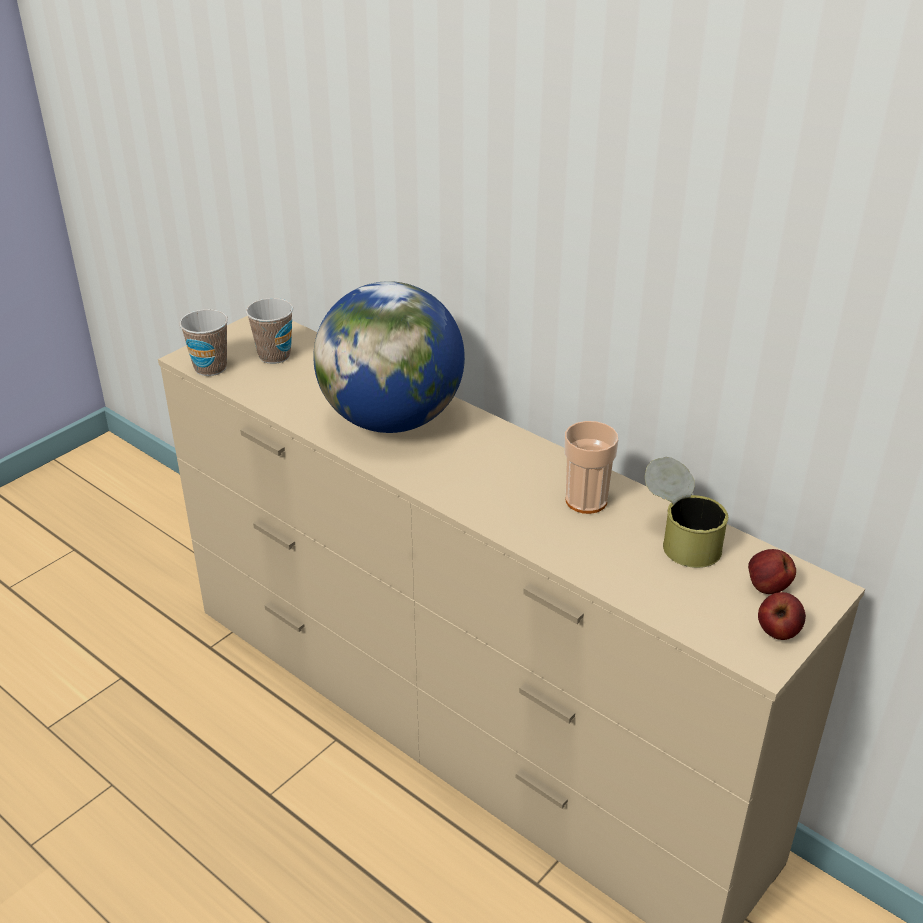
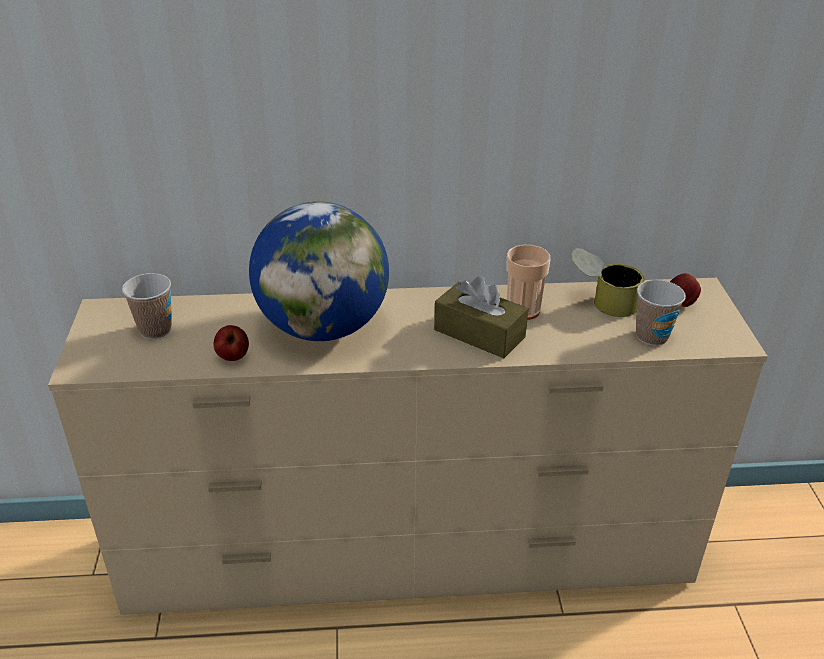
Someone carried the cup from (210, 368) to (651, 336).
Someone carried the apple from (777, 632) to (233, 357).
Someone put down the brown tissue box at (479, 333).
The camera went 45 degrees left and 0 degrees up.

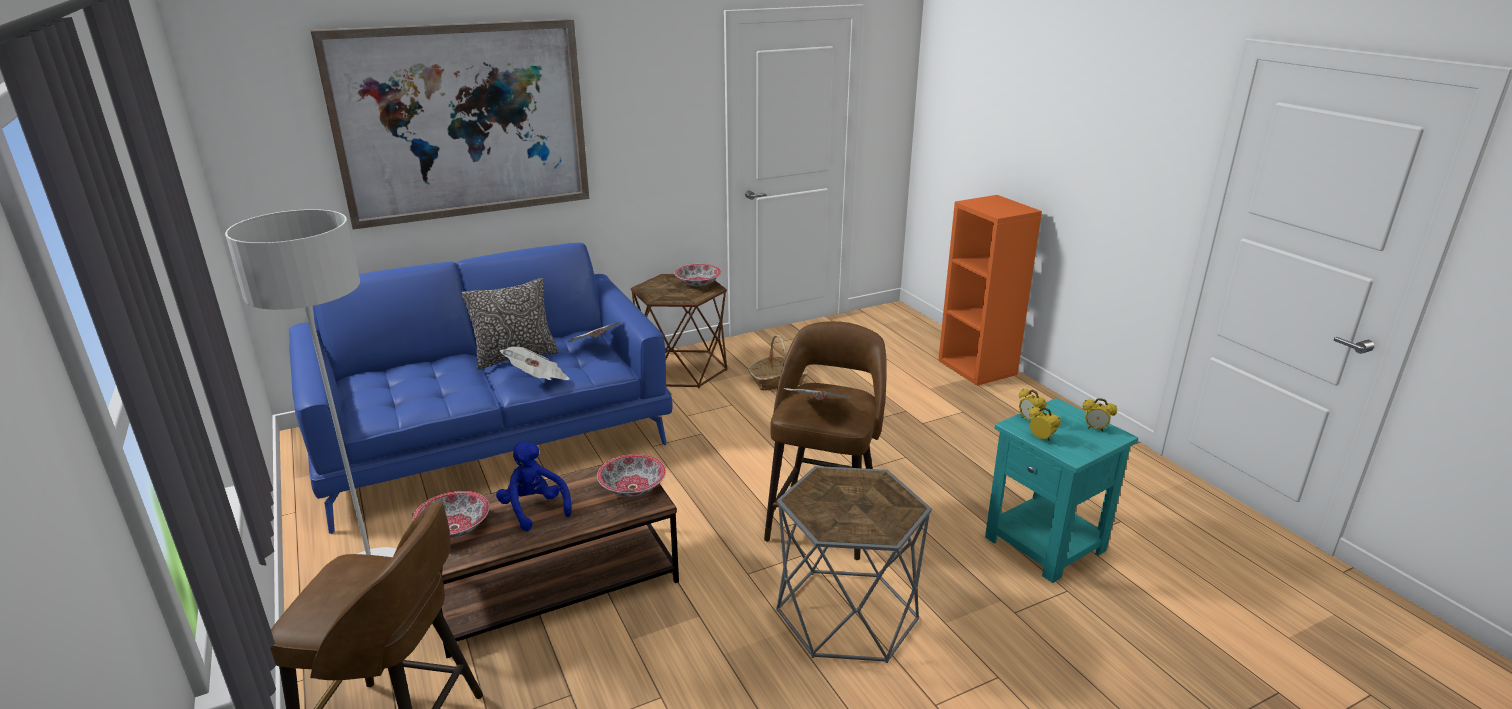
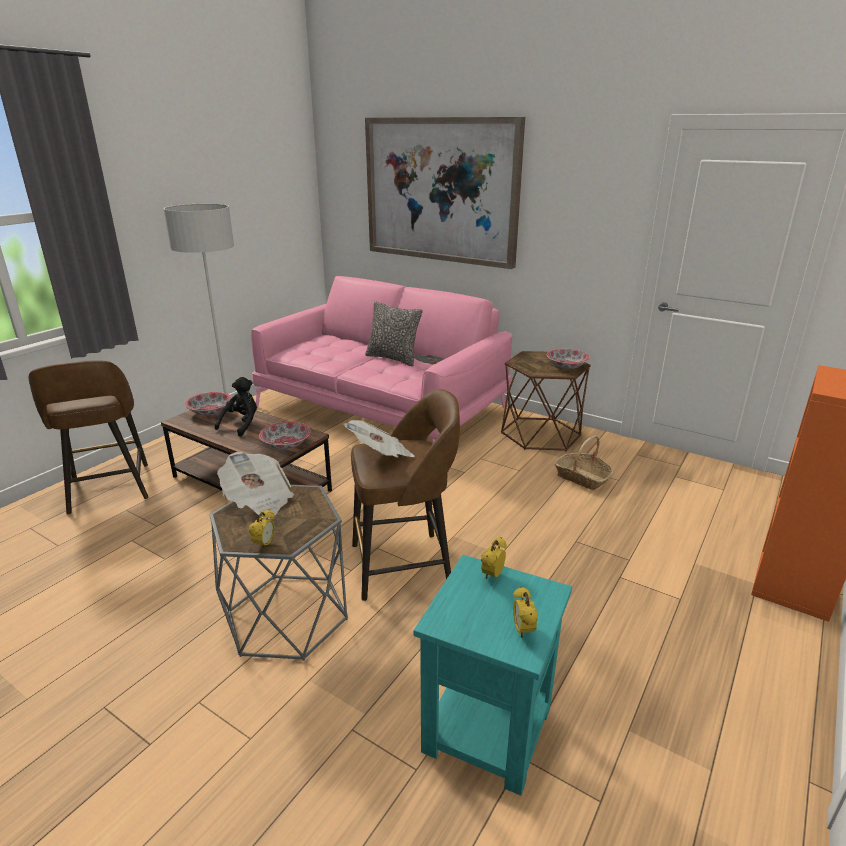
Someone repainted the blue sofa at (493, 435), which became the pink sofa at (382, 408).
Someone carried the newspaper from (538, 379) to (258, 500).
Someone carried the alarm clock from (1041, 438) to (264, 544).
Someone repainted the blue plush toy at (534, 509), which became the black plush toy at (241, 425).
The camera went 60 degrees right and 0 degrees up.

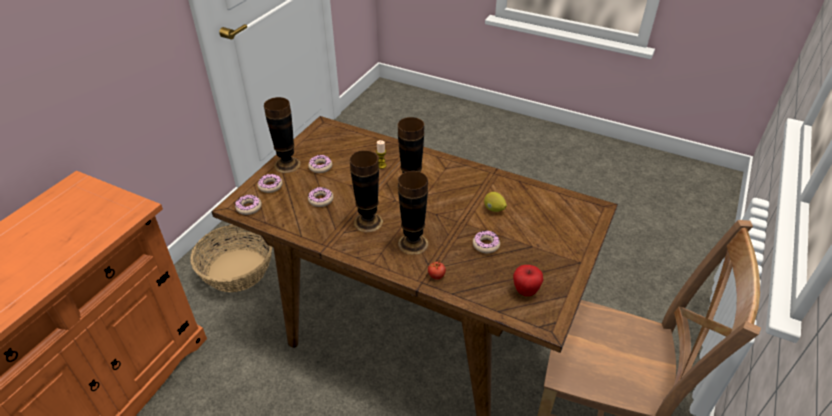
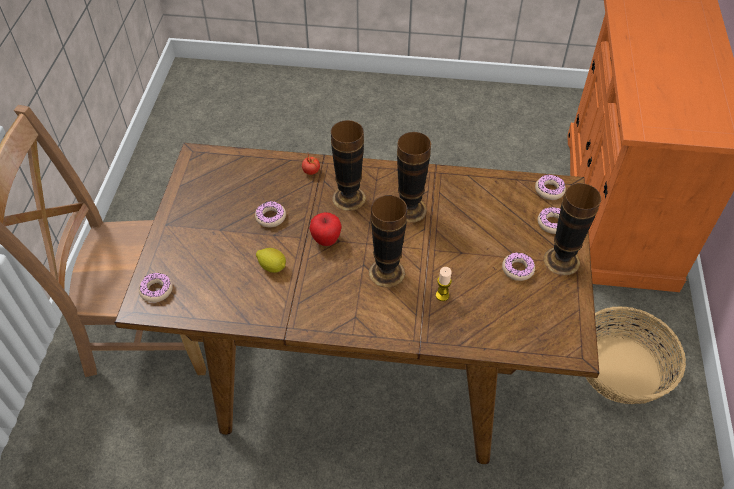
Someone carried the donut from (321, 200) to (156, 290).
Someone carried the apple from (525, 291) to (326, 240).
The camera went 160 degrees right and 10 degrees up.

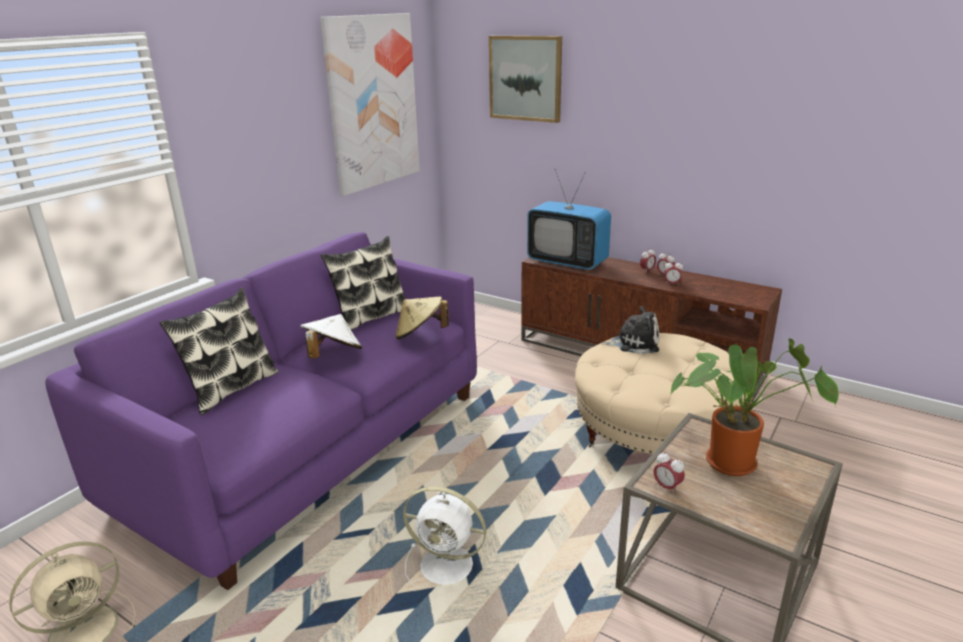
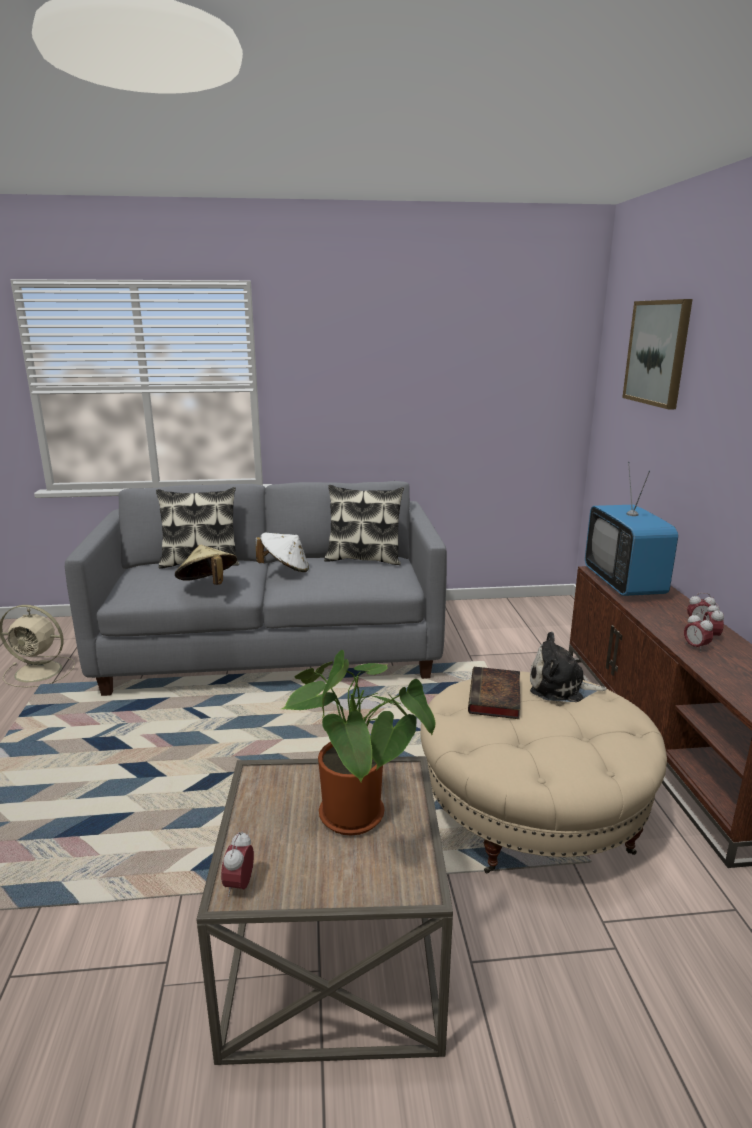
Someone took away the picture at (372, 102).
Someone repainted the purple sofa at (310, 449), which became the grey sofa at (273, 650).
Someone carried the beige hat from (420, 335) to (208, 585).
Someone rotated the plush toy at (634, 343) by 135 degrees clockwise.
Someone carried the alarm clock from (667, 487) to (239, 885).
Someone took away the white fan at (449, 566).
Someone put down the book at (495, 698).
The camera went 50 degrees right and 5 degrees down.

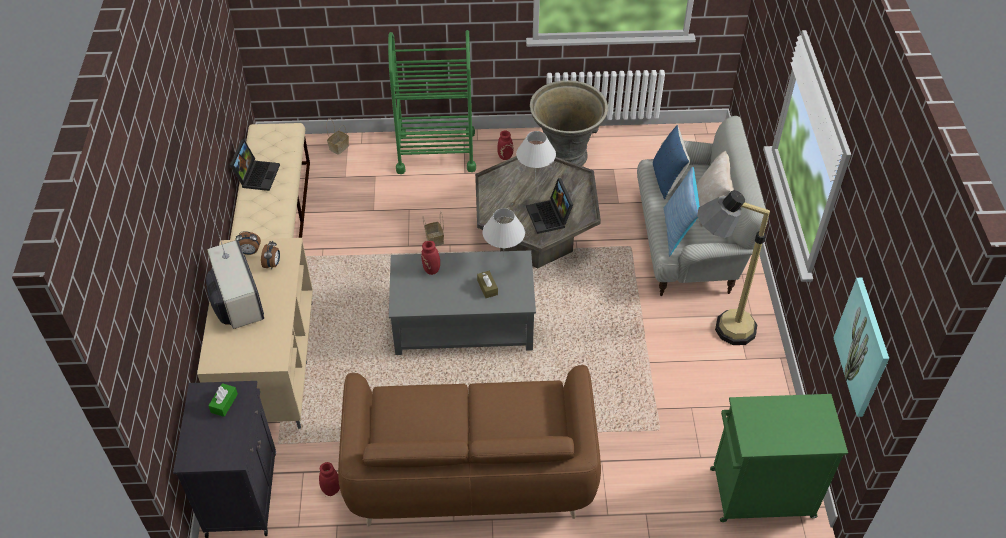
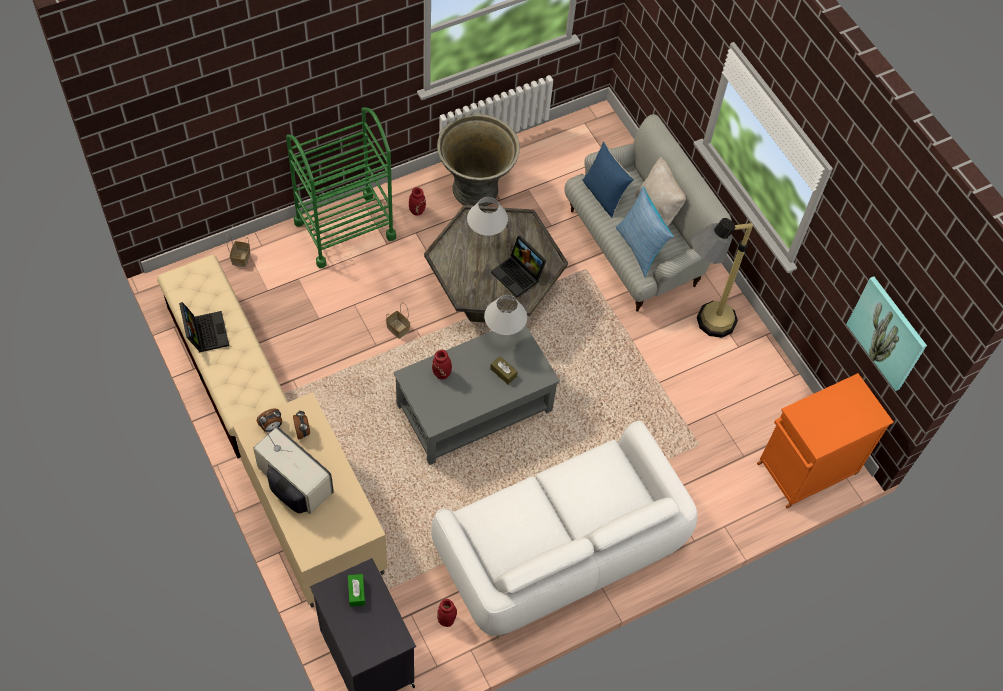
Someone repainted the brown sofa at (470, 471), which became the white sofa at (559, 550).
Someone repainted the green cabinet at (759, 493), which became the orange cabinet at (805, 470).
The camera went 30 degrees left and 10 degrees up.

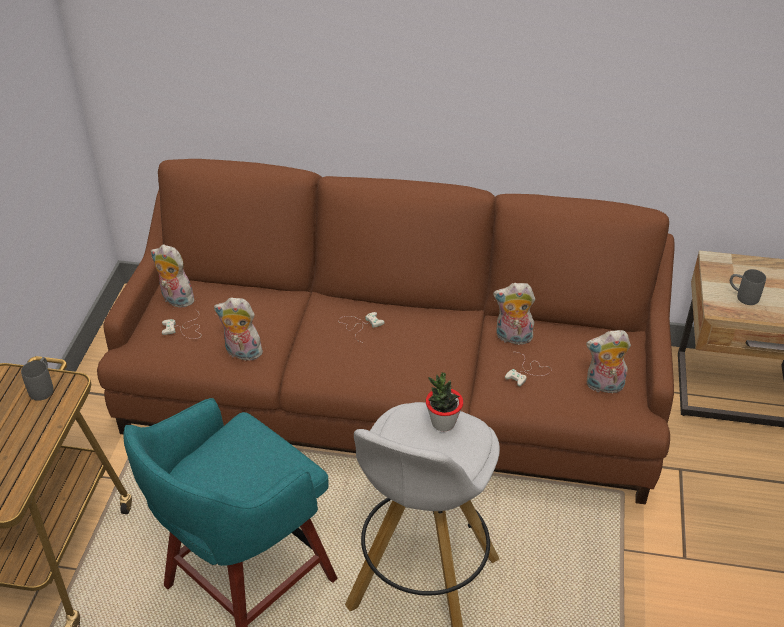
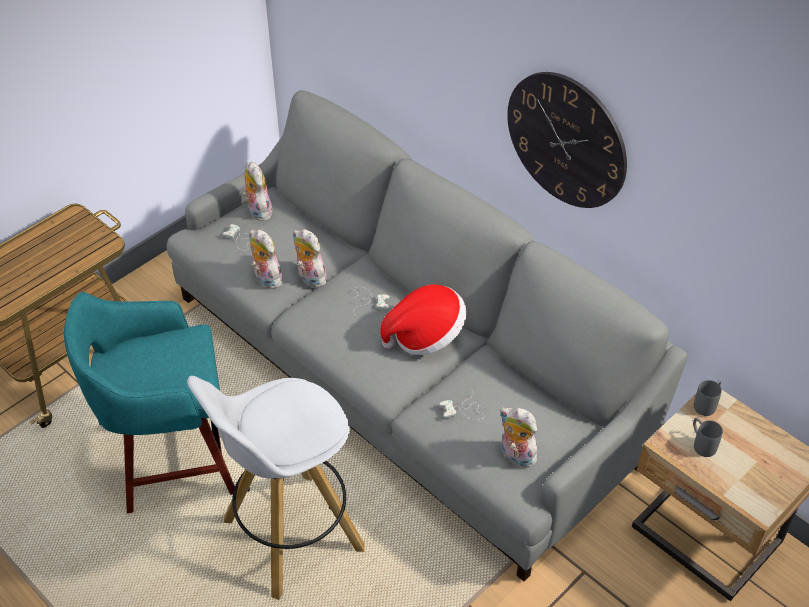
Someone repainted the brown sofa at (393, 393), which became the grey sofa at (405, 374).
Someone carried the plush toy from (512, 338) to (309, 278).
Someone carried the grey mug from (43, 387) to (707, 404).
Someone took away the potted plant at (443, 423).
Someone put up the wall clock at (566, 140).
Someone put down the hat at (425, 335).
The camera went 35 degrees right and 5 degrees up.

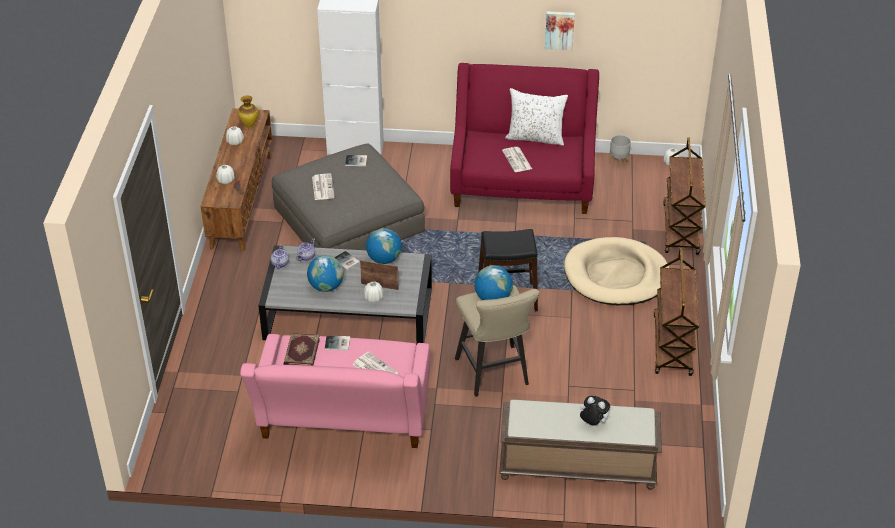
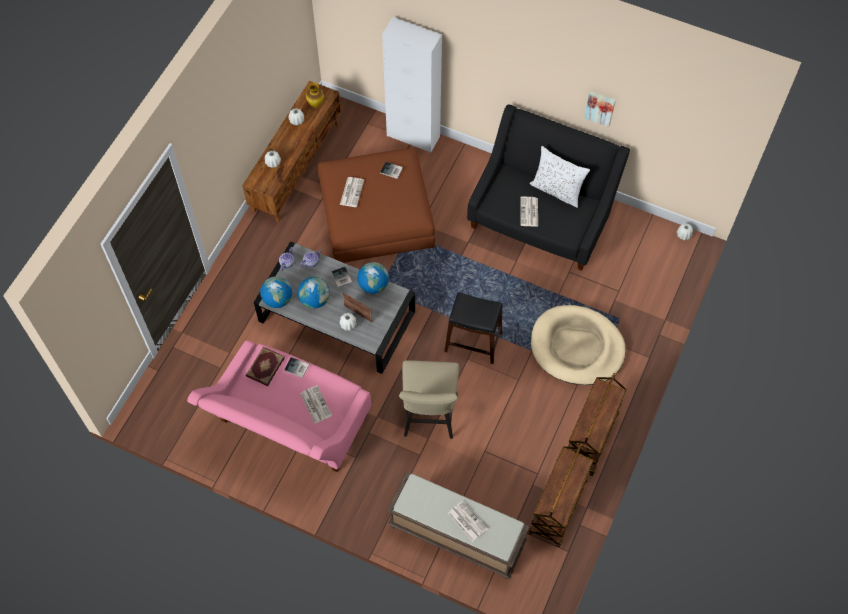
Someone repainted the red sofa at (522, 183), which became the black sofa at (540, 218).
Someone took away the grey planter at (619, 162).
Someone carried the brown cart from (681, 230) to (558, 508).
Someone repainted the grey ottoman at (348, 220), which became the brown ottoman at (376, 214).
Someone carried the globe from (493, 298) to (277, 299).
Someone swapped the plush toy at (593, 423) for the newspaper at (467, 521).
The camera went 20 degrees right and 20 degrees up.

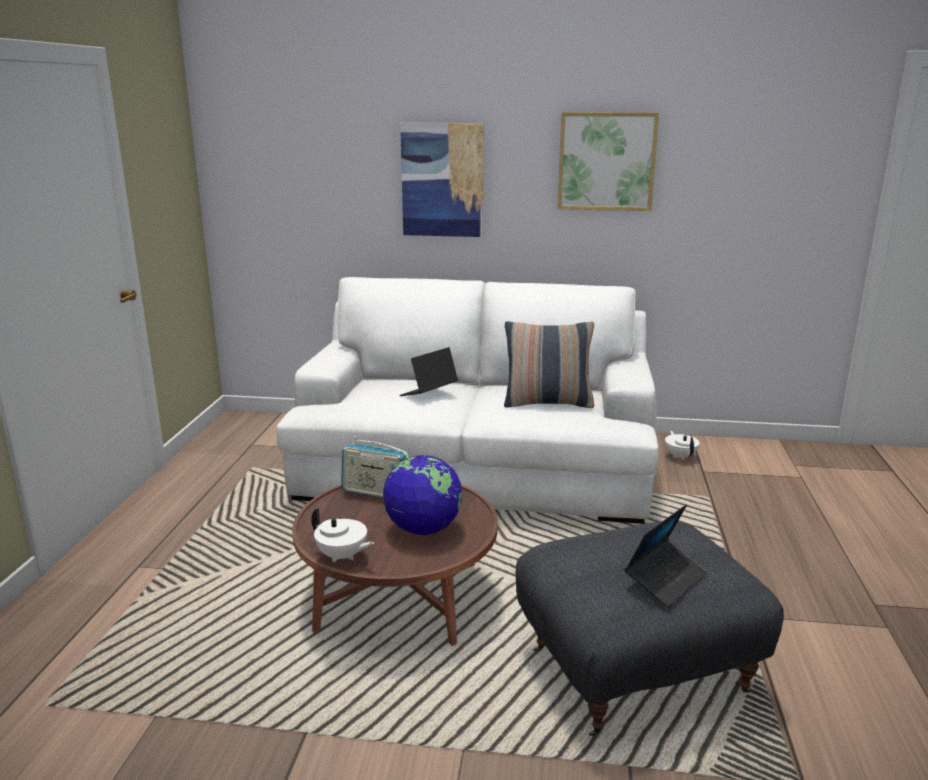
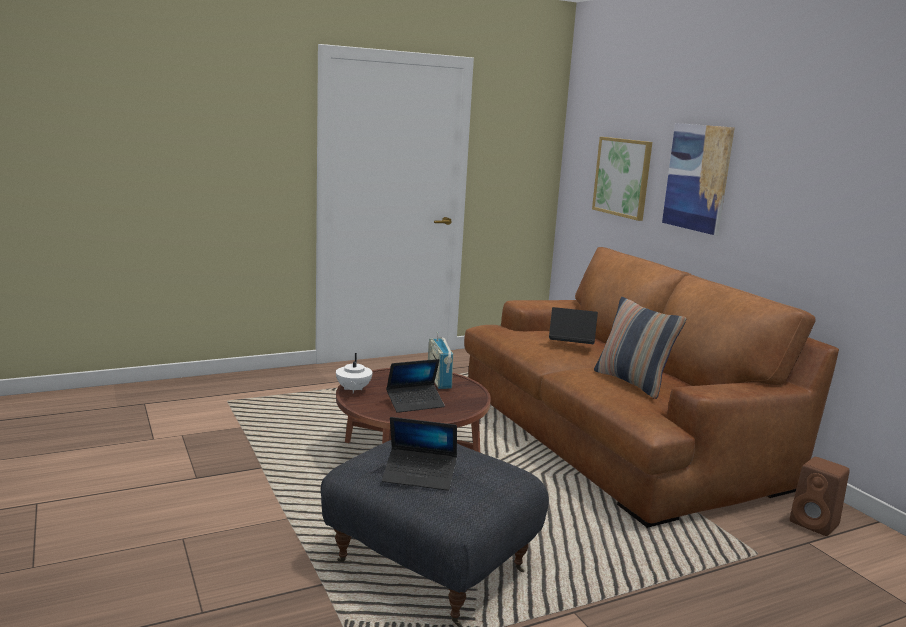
Someone carried the picture from (606, 161) to (622, 177).
Someone repainted the white sofa at (475, 467), which became the brown sofa at (616, 435).
Someone swapped the white teapot at (680, 456) for the brown speaker at (815, 524).
Someone swapped the globe at (423, 529) for the laptop at (415, 403).
The camera went 55 degrees right and 5 degrees down.

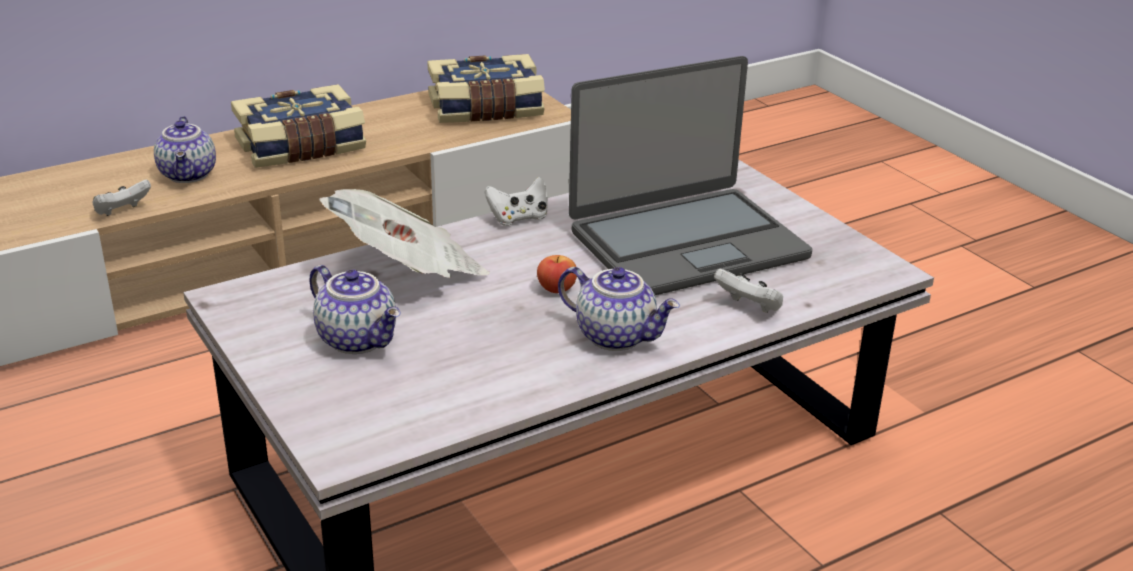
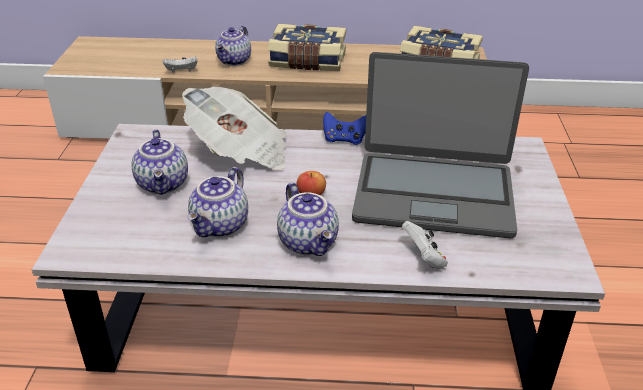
Someone repainted the white game controller at (518, 218), which became the blue game controller at (344, 139).
Someone put down the teapot at (221, 226).
The camera went 35 degrees right and 5 degrees up.

